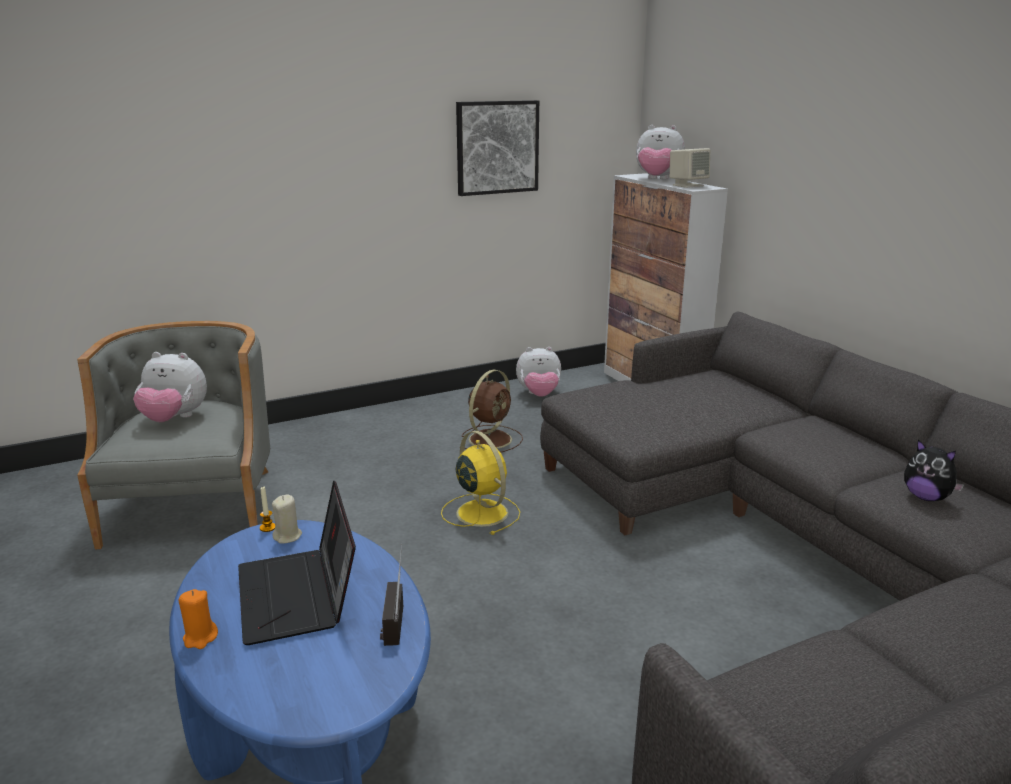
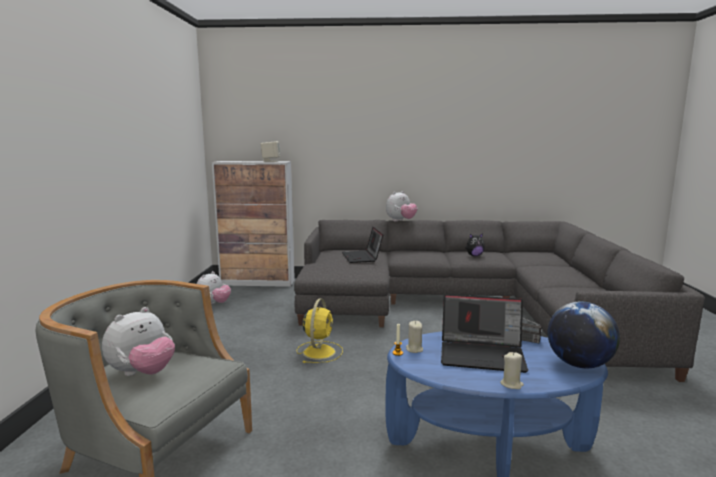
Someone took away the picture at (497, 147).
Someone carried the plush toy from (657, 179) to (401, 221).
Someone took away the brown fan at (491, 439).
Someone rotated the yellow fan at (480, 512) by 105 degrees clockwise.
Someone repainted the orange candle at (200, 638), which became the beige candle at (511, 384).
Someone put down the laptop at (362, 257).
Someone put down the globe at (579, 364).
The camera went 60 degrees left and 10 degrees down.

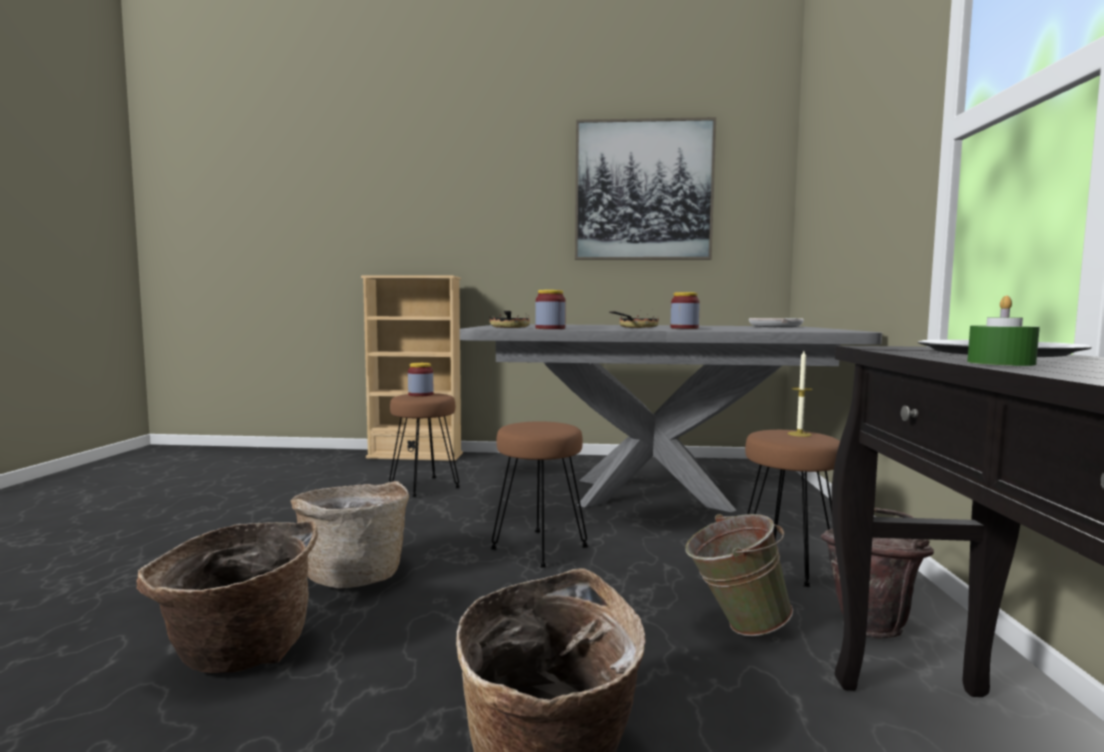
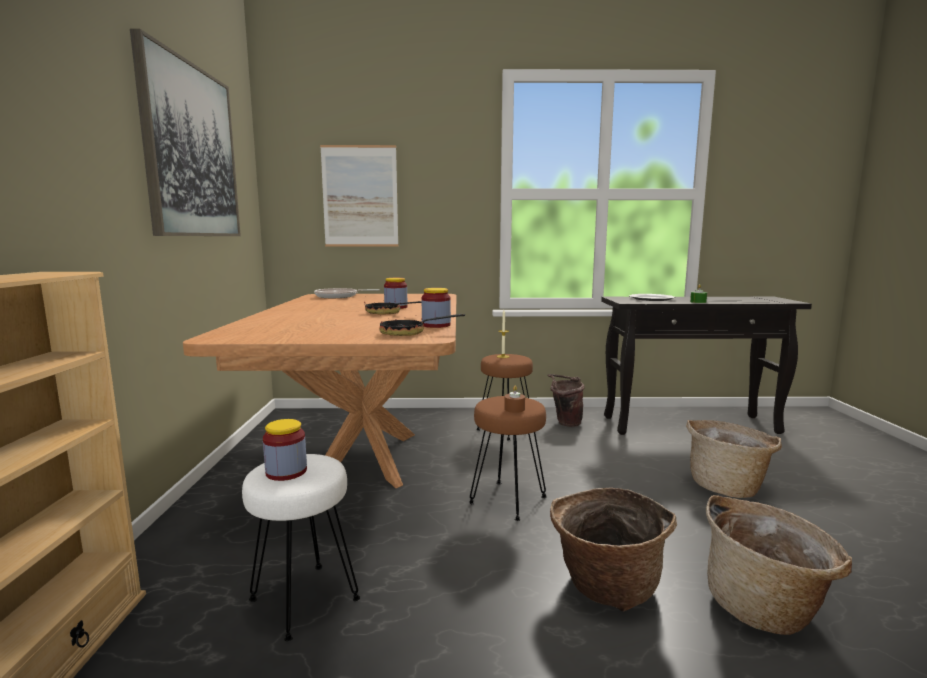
Someone repainted the grey dining table at (651, 494), which became the brown dining table at (365, 457).
Someone repainted the brown stool at (424, 486), which became the white stool at (303, 600).
Someone took away the green bucket at (734, 626).
Someone put up the picture at (360, 196).
Someone put down the brown candle at (514, 409).
The camera went 95 degrees left and 5 degrees up.

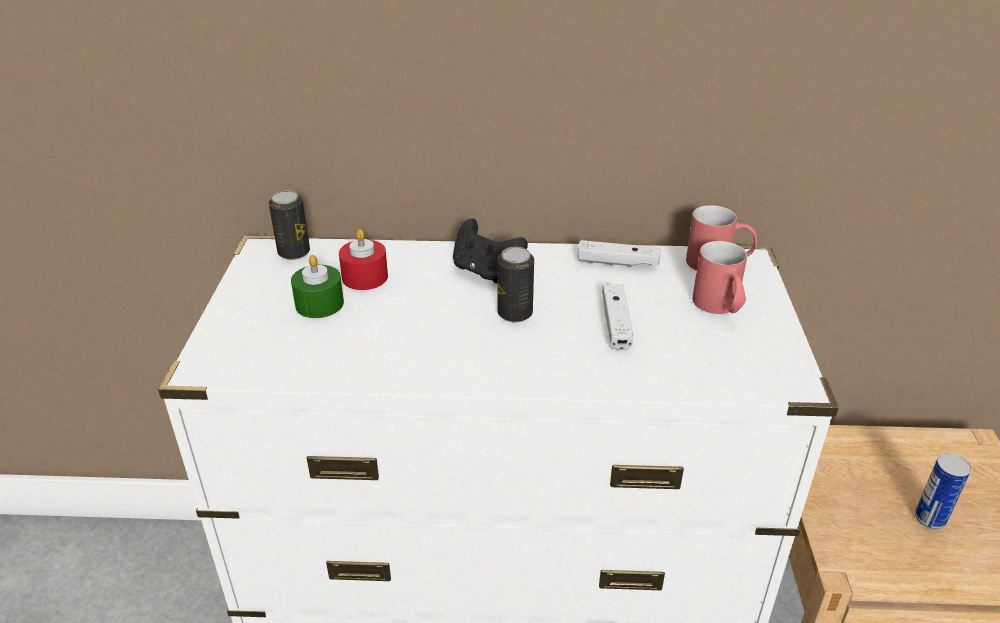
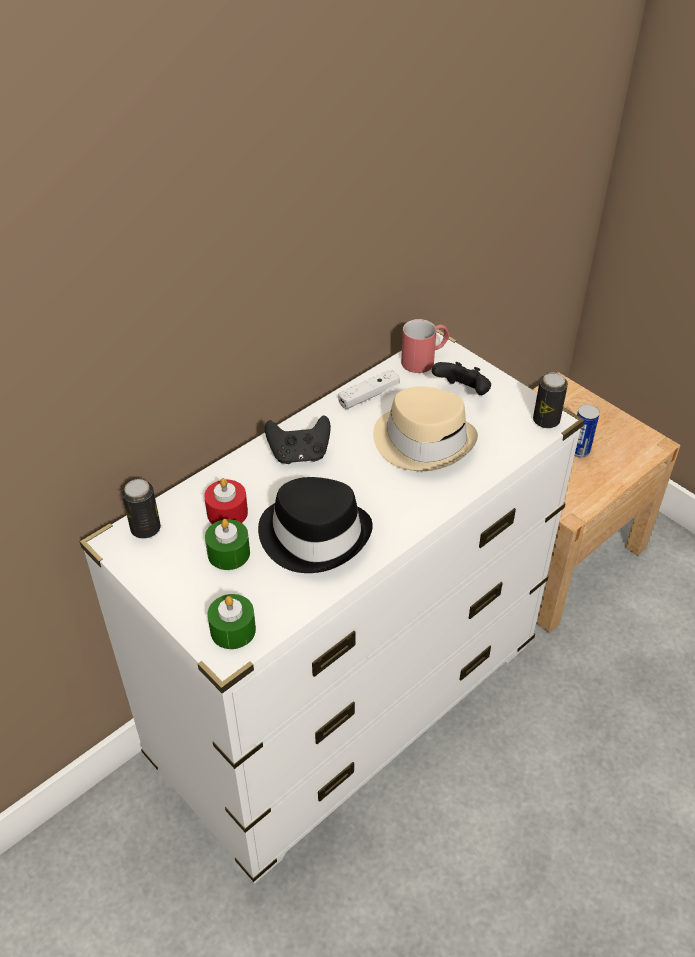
Someone swapped the red mug at (719, 308) for the black game controller at (463, 393).
Someone carried the can from (515, 313) to (546, 420).
Someone swapped the white game controller at (616, 323) for the beige hat at (424, 441).
Someone put down the black hat at (314, 535).
Someone put down the green candle at (233, 630).
The camera went 45 degrees left and 10 degrees up.

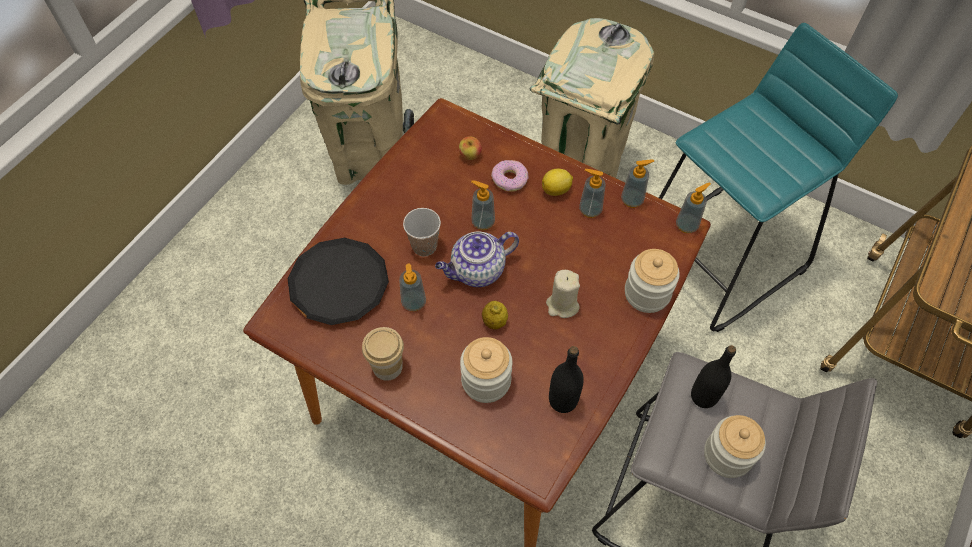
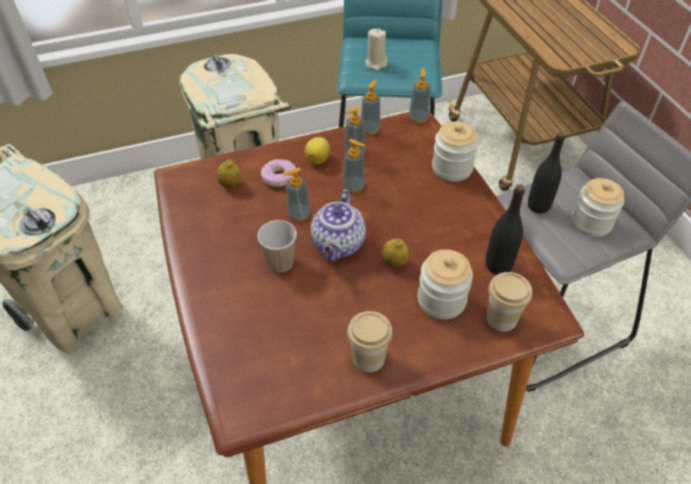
Someone swapped the apple at (470, 155) for the lemon at (230, 185).
Someone took away the black plate at (339, 284).
Someone carried the soap dispenser from (414, 302) to (354, 186).
Someone carried the beige candle from (562, 305) to (376, 63).
Someone put down the cup at (501, 318).
The camera went 50 degrees left and 10 degrees down.

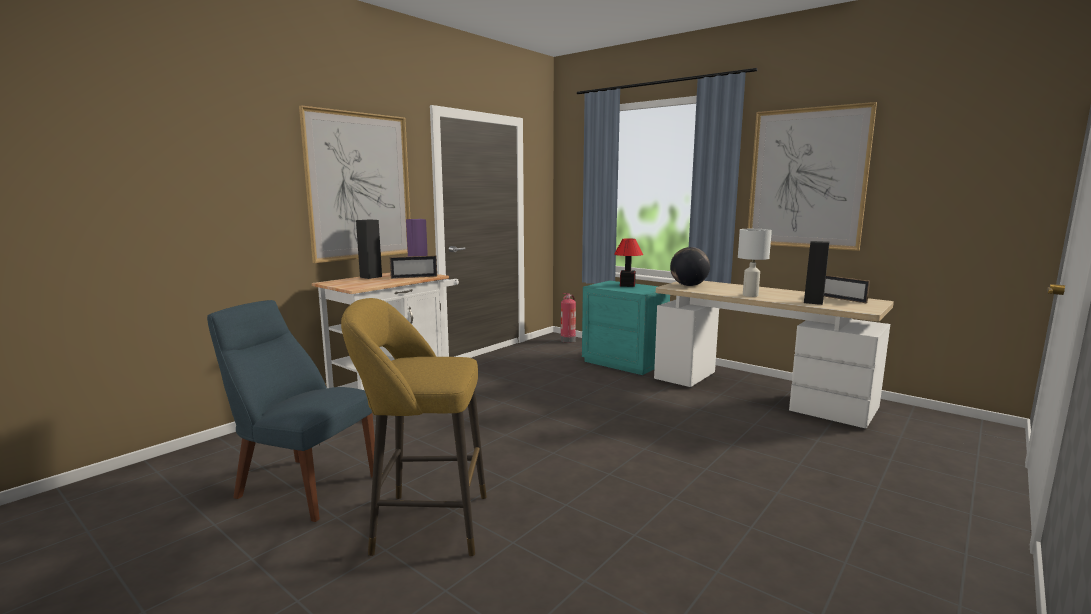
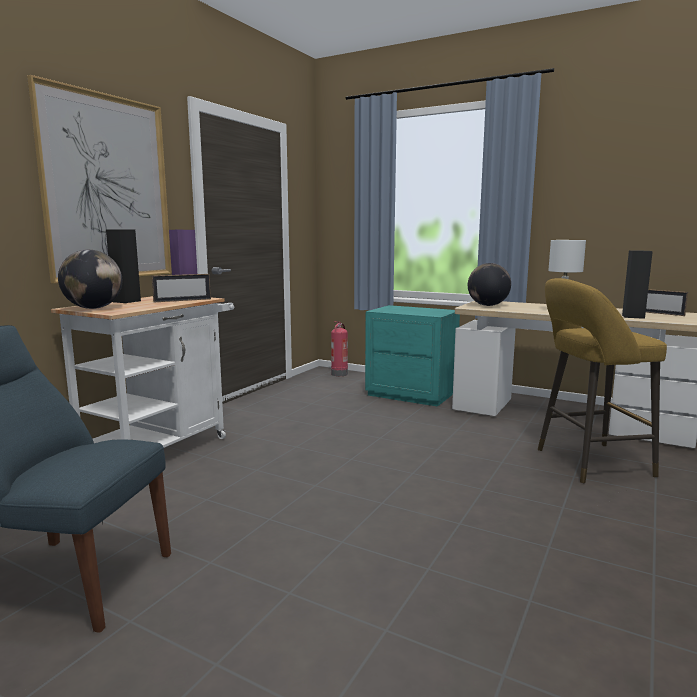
Someone took away the picture at (806, 179).
Someone took away the table lamp at (627, 285).
Someone carried the yellow stool from (423, 523) to (587, 463).
Someone put down the globe at (93, 308).
The camera went 10 degrees left and 0 degrees up.

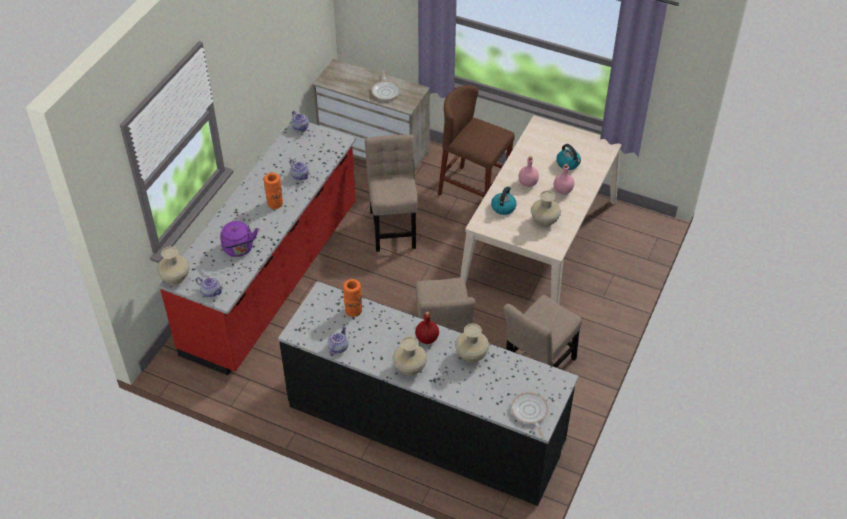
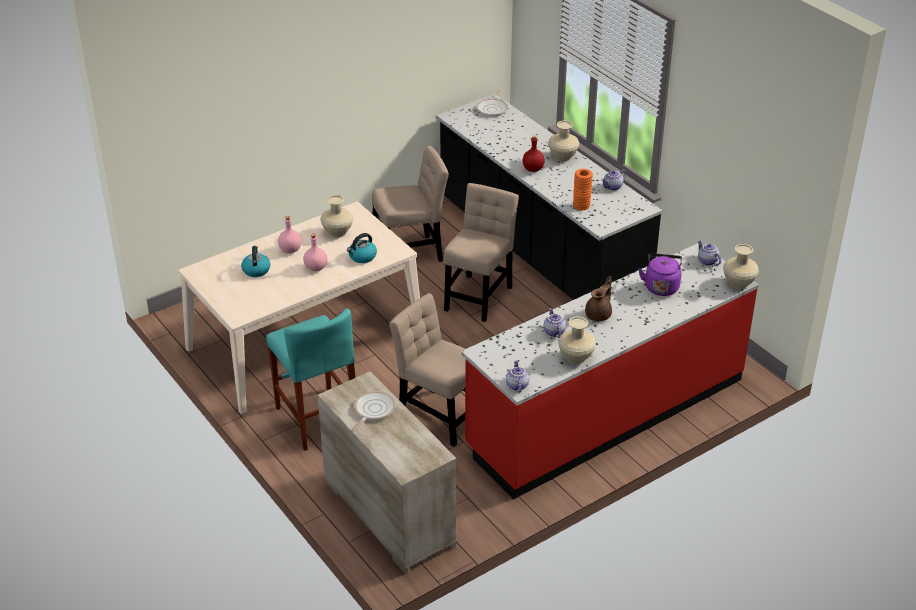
Someone repainted the brown stool at (473, 190), which became the turquoise stool at (317, 418).
Someone rotated the beige chair at (393, 226) by 105 degrees clockwise.
Someone swapped the orange vase at (275, 203) for the brown teapot at (599, 314).
Someone carried the beige vase from (471, 355) to (576, 358).
The camera went 150 degrees left and 10 degrees down.

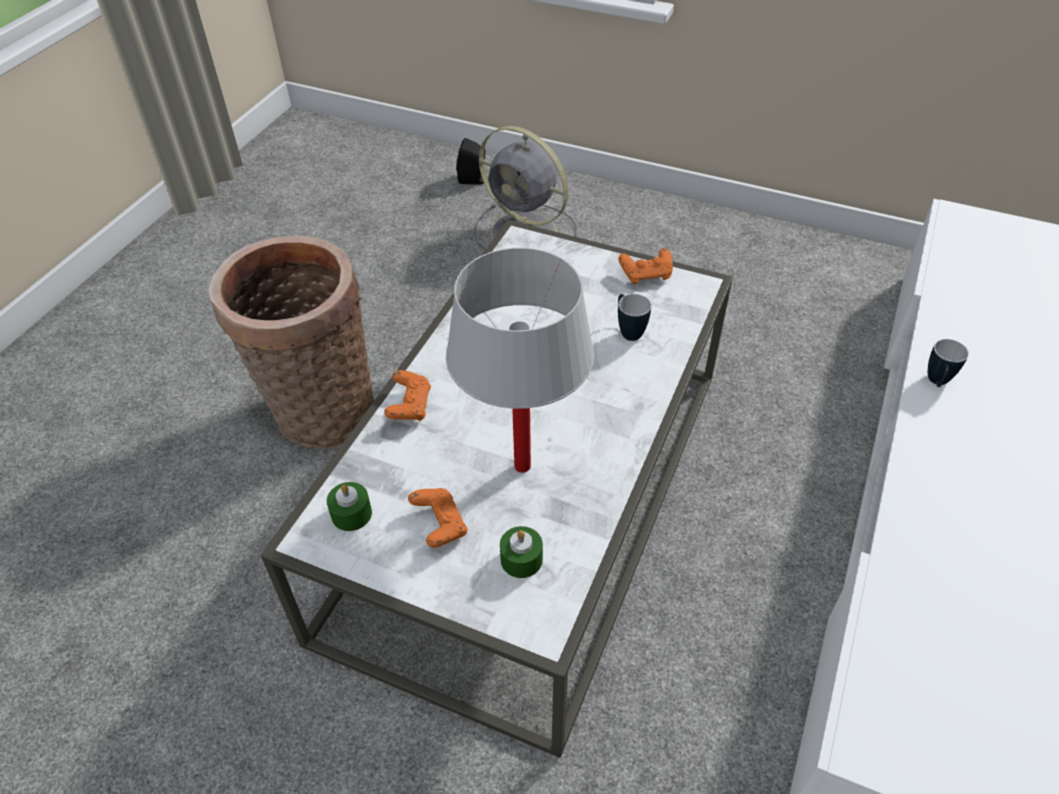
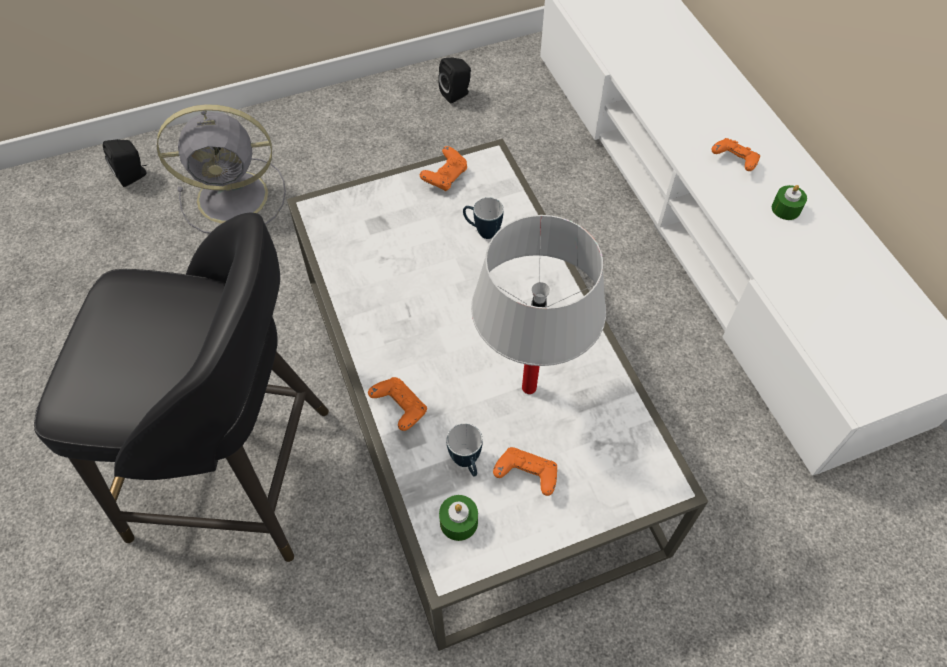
Someone swapped the basket at (319, 413) for the black stool at (238, 474).
Someone carried the mug from (936, 383) to (467, 464).
Someone carried the green candle from (521, 559) to (786, 209).
Someone put down the black speaker at (457, 94).
Someone put down the orange game controller at (734, 161).
The camera went 45 degrees left and 10 degrees up.

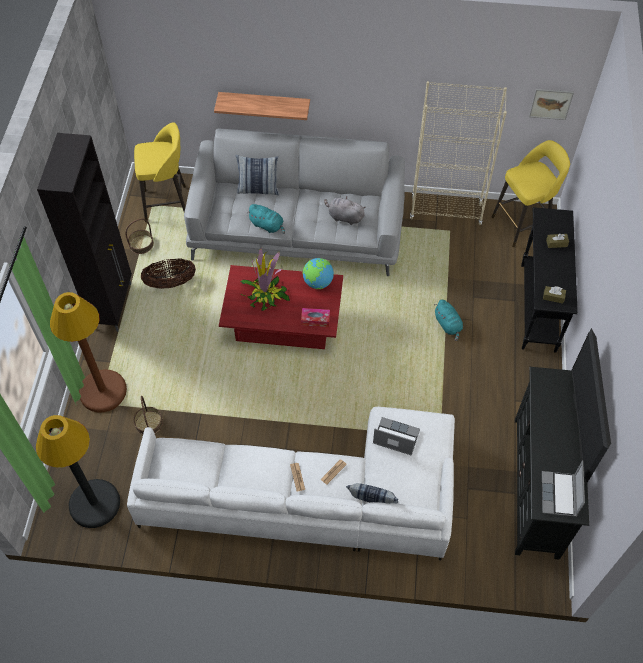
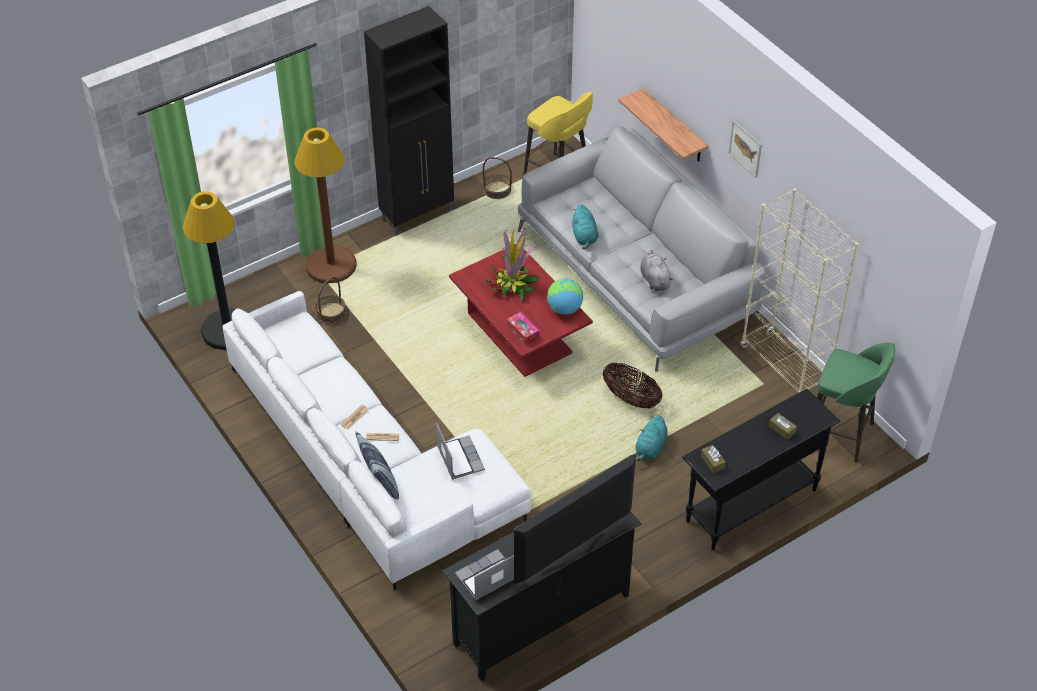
Someone carried the picture from (551, 104) to (745, 148).
Someone repainted the yellow stool at (522, 224), which became the green stool at (840, 434).
Someone took away the pillow at (258, 189).
Someone carried the basket from (170, 283) to (631, 398).
The camera went 50 degrees right and 10 degrees down.

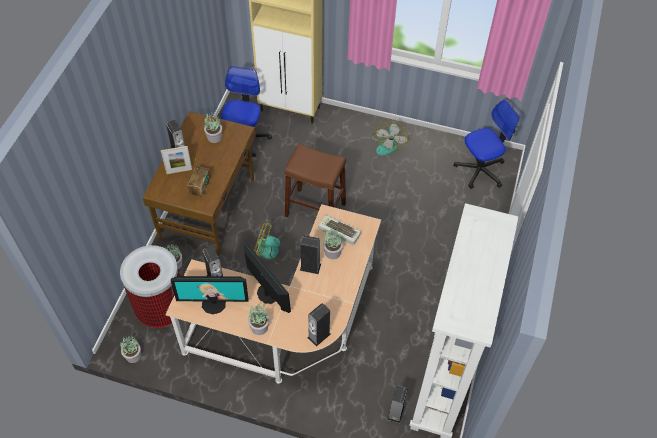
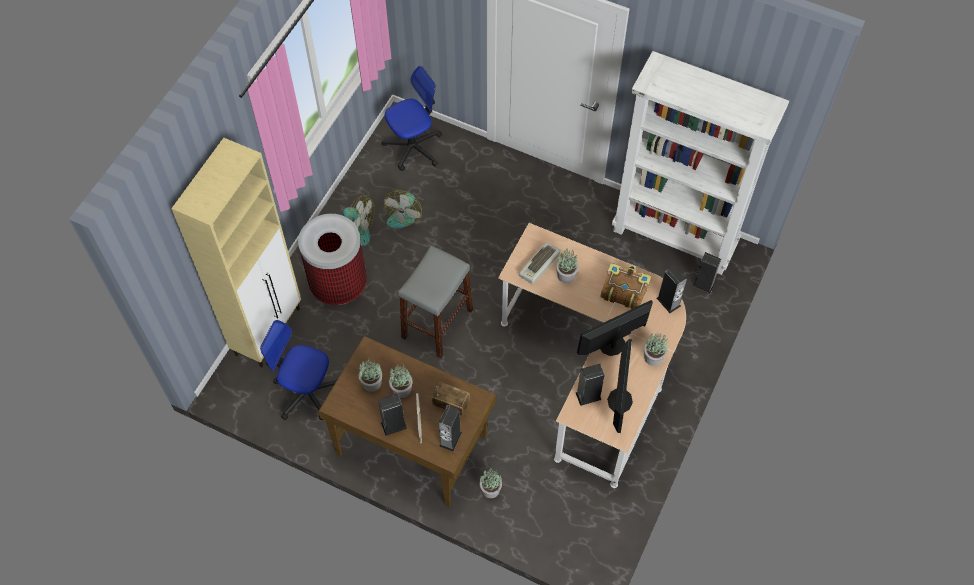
Someone rotated the office chair at (480, 170) by 75 degrees clockwise.
Someone repainted the brown stool at (315, 209), which became the grey stool at (437, 323).
Someone carried the fan from (273, 250) to (404, 214).
Someone carried the speaker from (310, 267) to (450, 439).
Someone carried the trash can from (161, 309) to (339, 285).
Someone carried the potted plant from (133, 356) to (402, 389).
Someone put down the book at (624, 290).
The camera went 80 degrees left and 5 degrees up.

